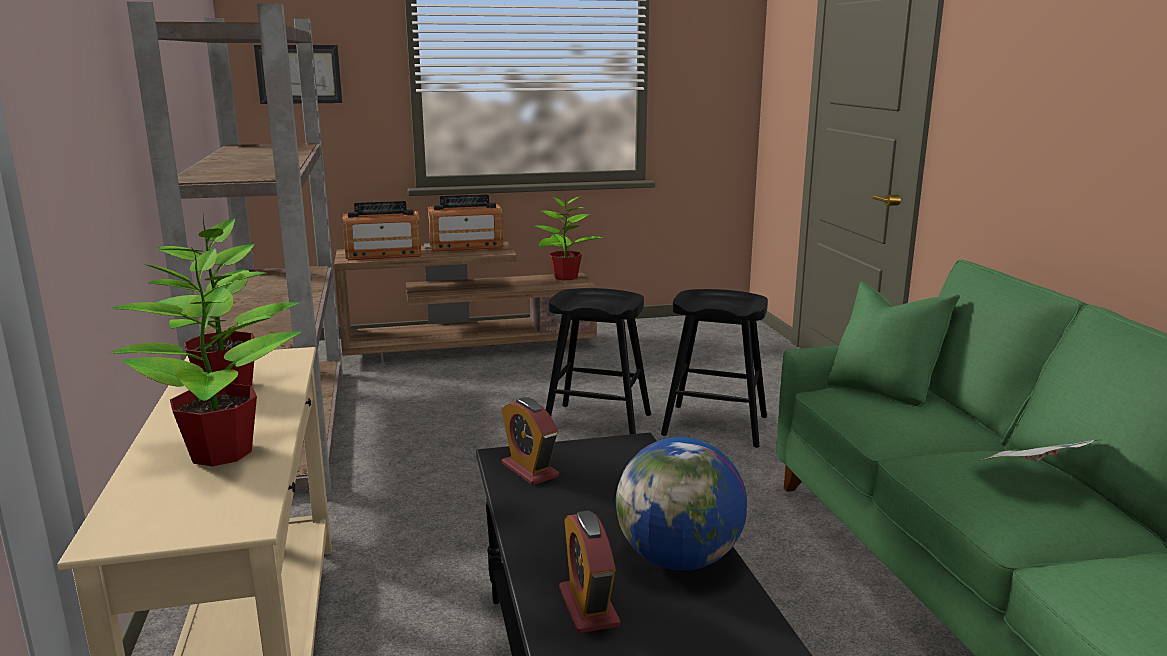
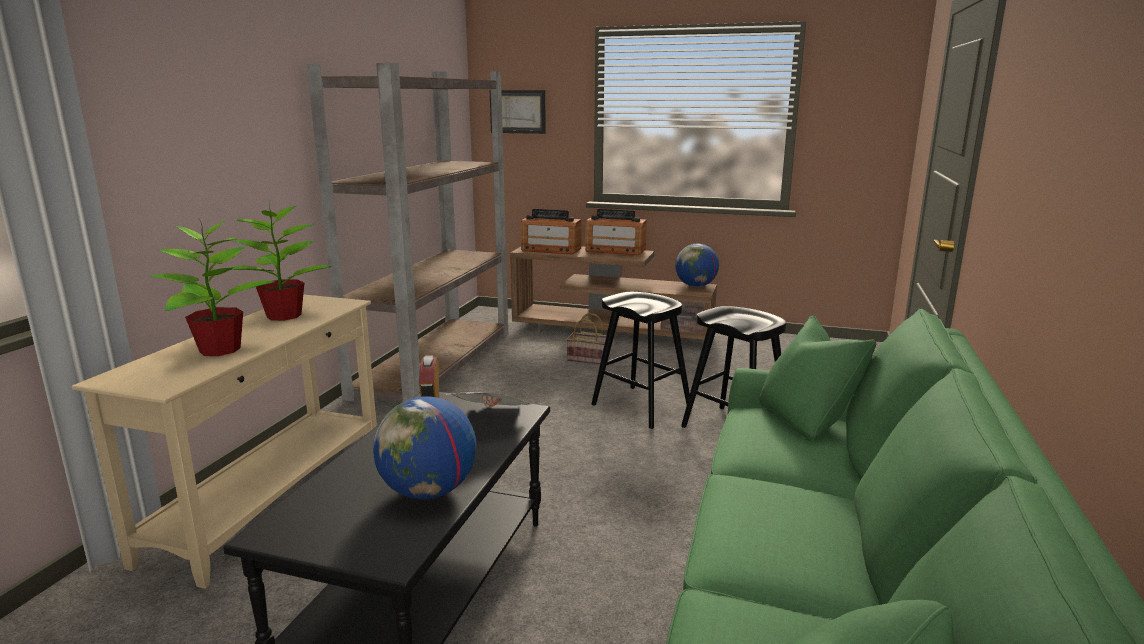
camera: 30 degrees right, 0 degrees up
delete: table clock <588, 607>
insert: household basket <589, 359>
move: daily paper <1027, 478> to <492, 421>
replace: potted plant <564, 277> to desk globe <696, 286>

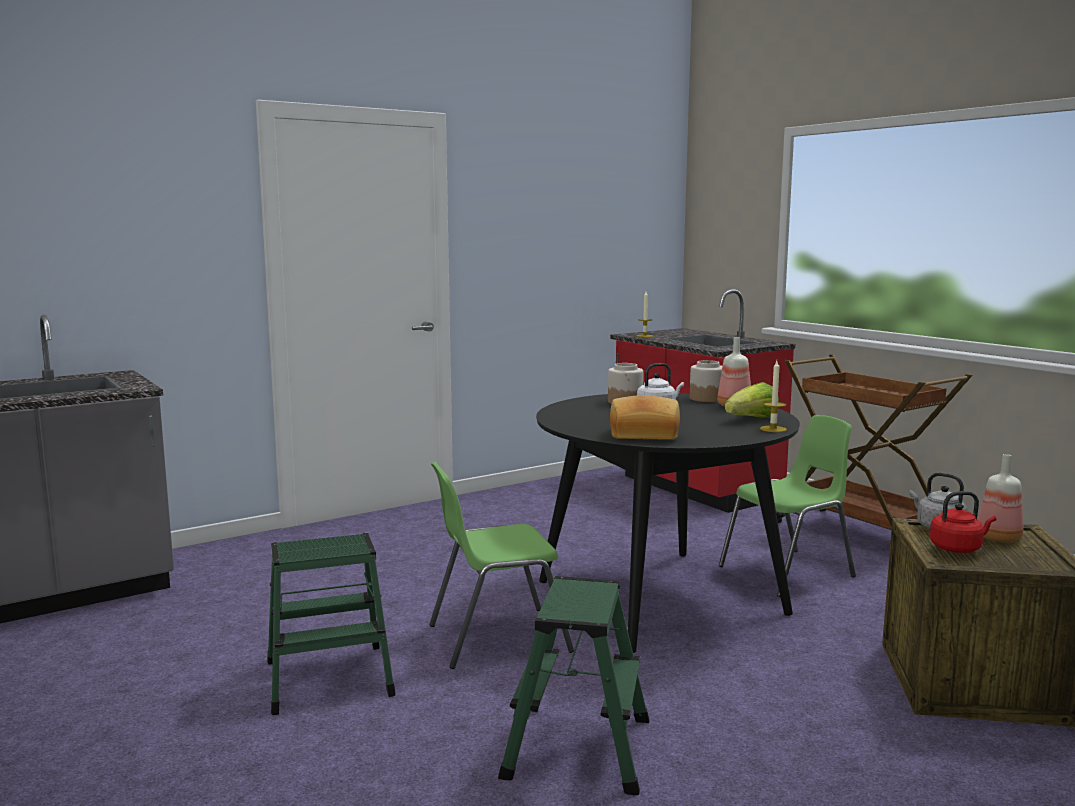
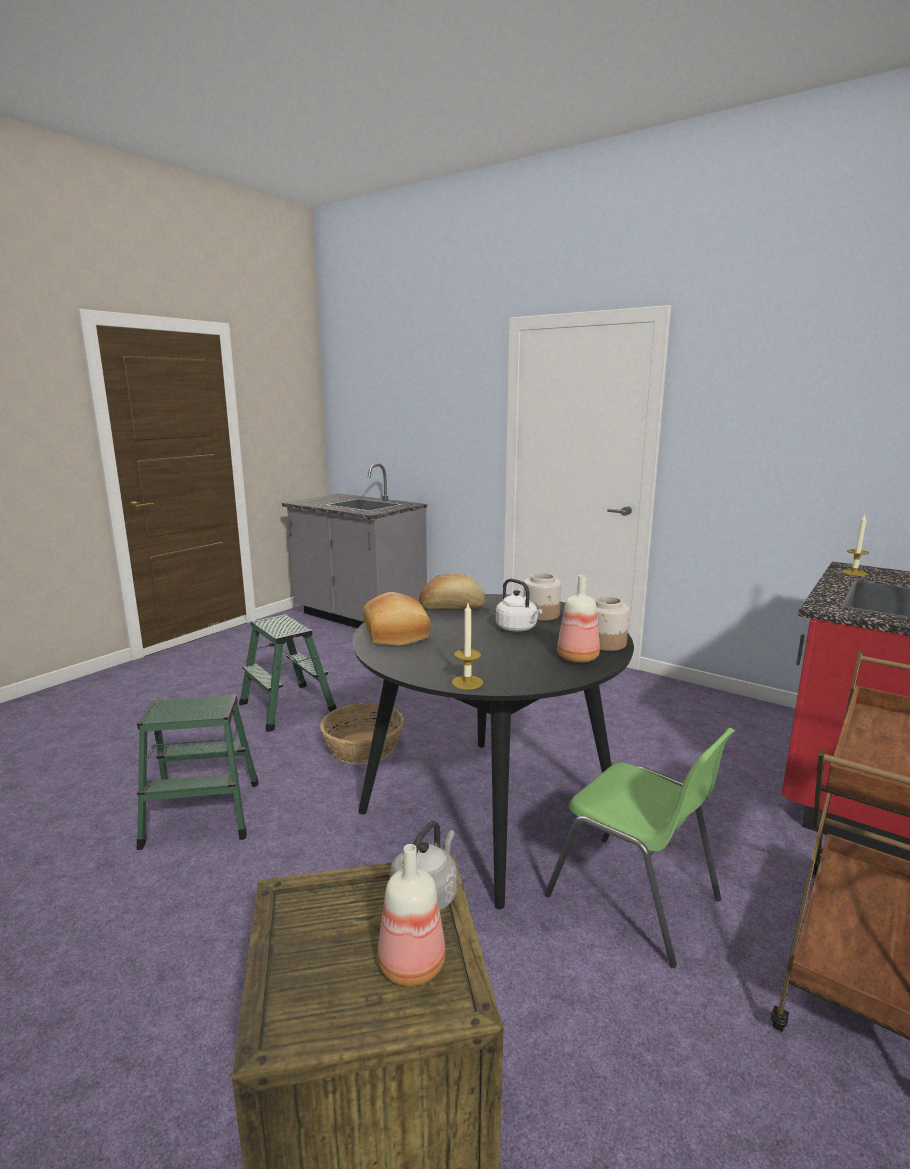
camera: 70 degrees right, 5 degrees up
delete: lettuce head <752, 419>; red-coloured water kettle <958, 548>
insert: bread <452, 608>
replace: green-coloured upright chair <496, 638> to household basket <363, 747>

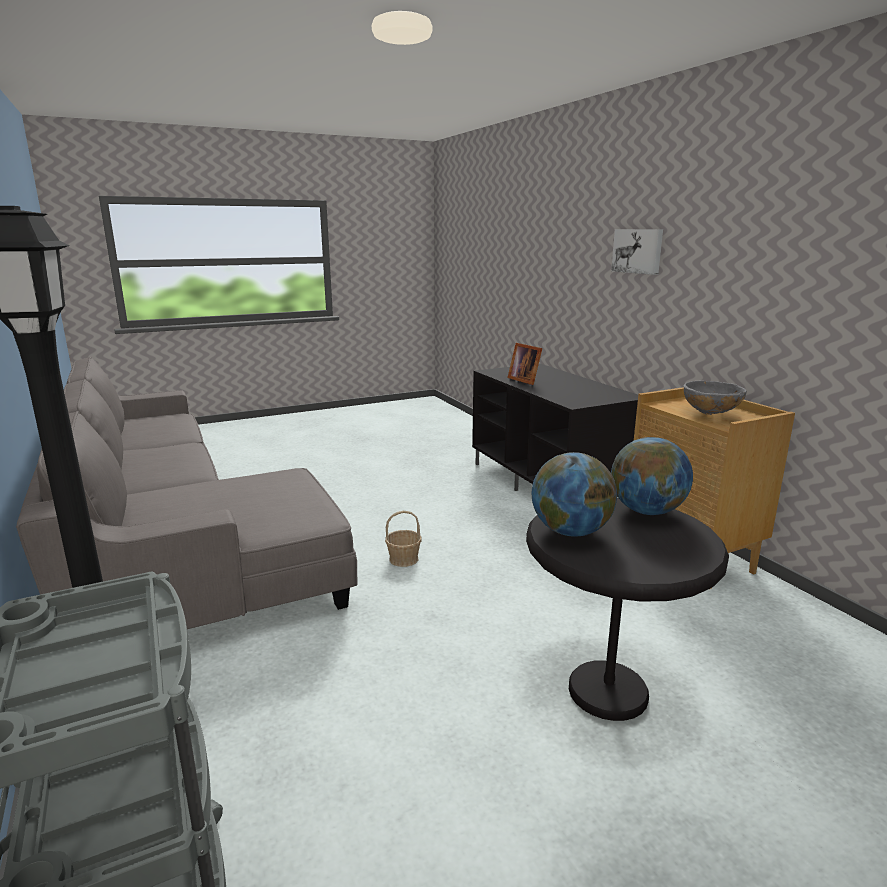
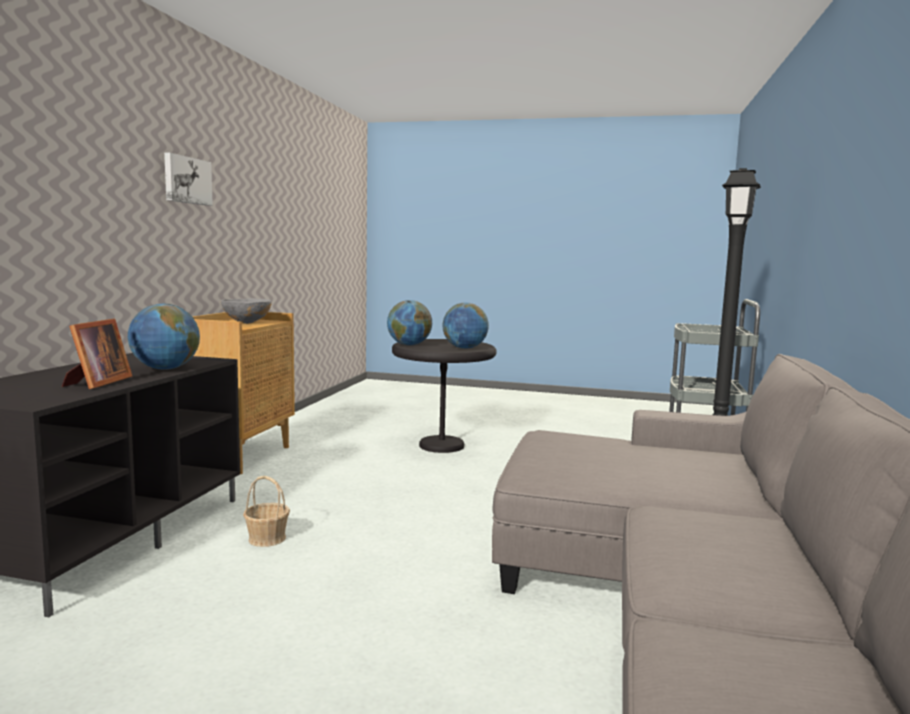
camera: 140 degrees left, 10 degrees down
insert: desk globe <165, 369>
move: wall picture <638, 251> to <186, 180>; household basket <404, 559> to <267, 538>

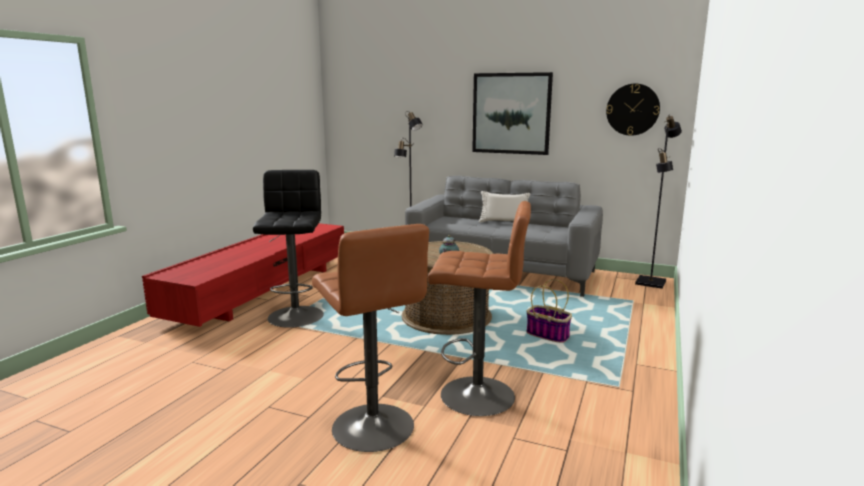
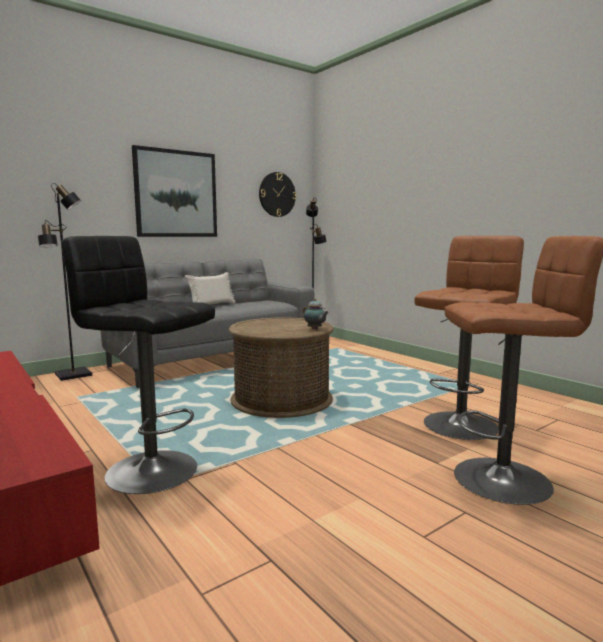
camera: 60 degrees left, 5 degrees down
delete: household basket <548, 335>

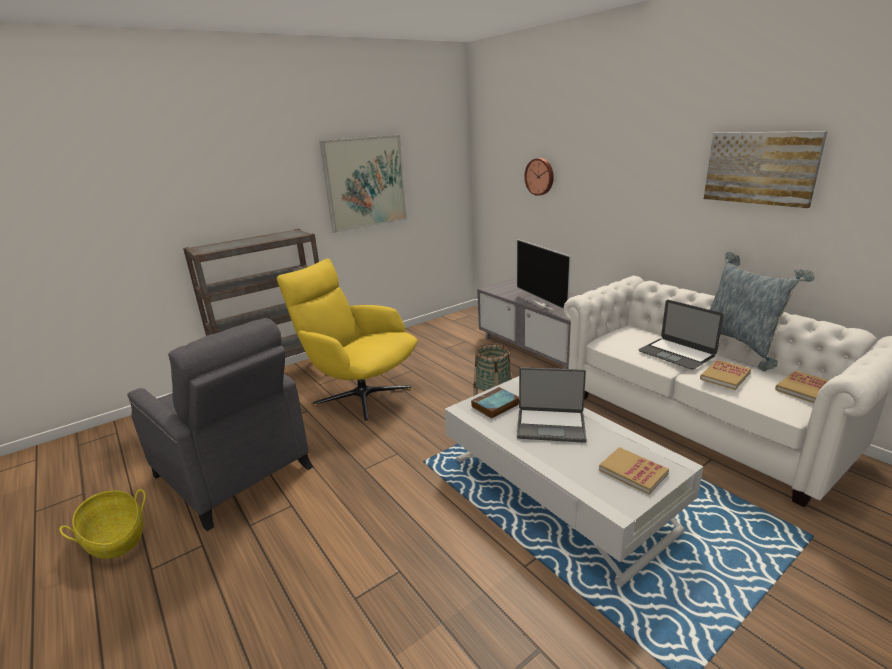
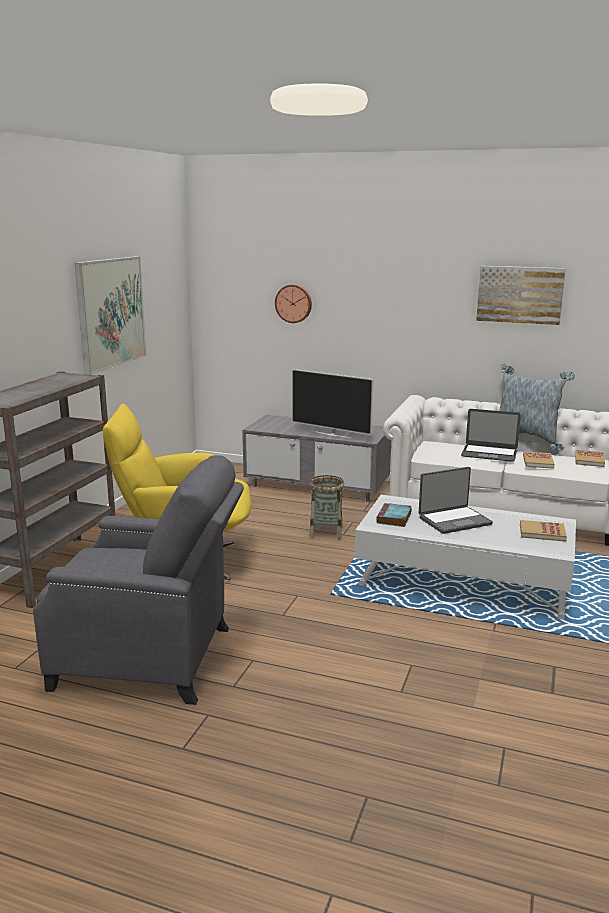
camera: 35 degrees left, 5 degrees down
delete: household basket <115, 539>

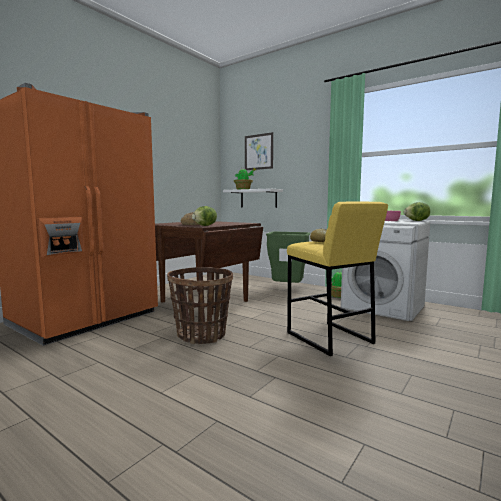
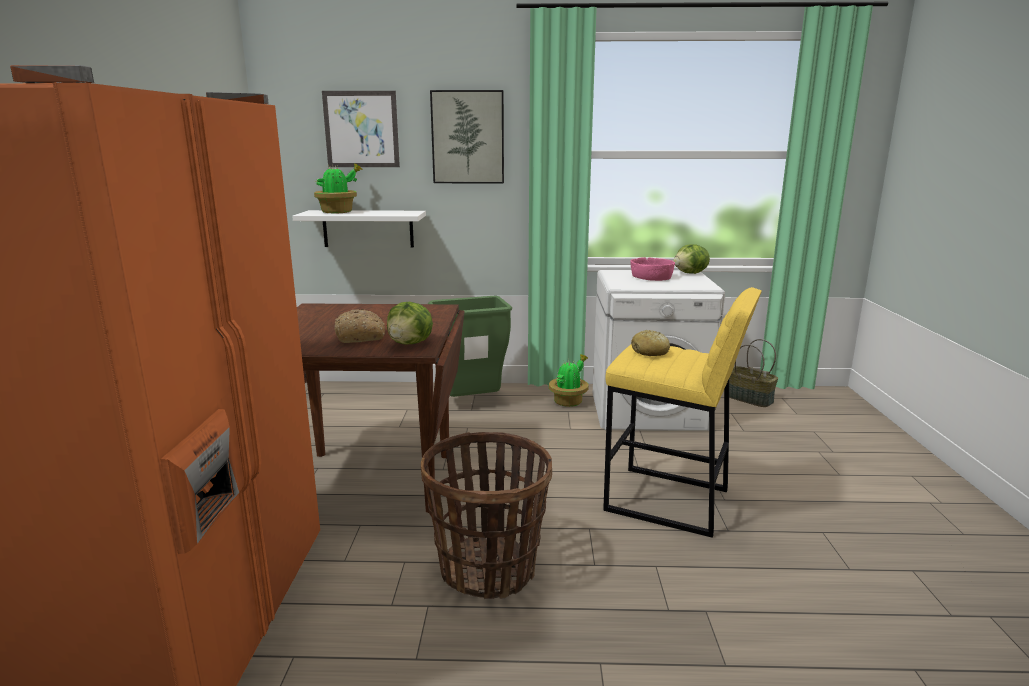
camera: 35 degrees left, 10 degrees up
insert: wall picture <468, 137>; household basket <748, 399>

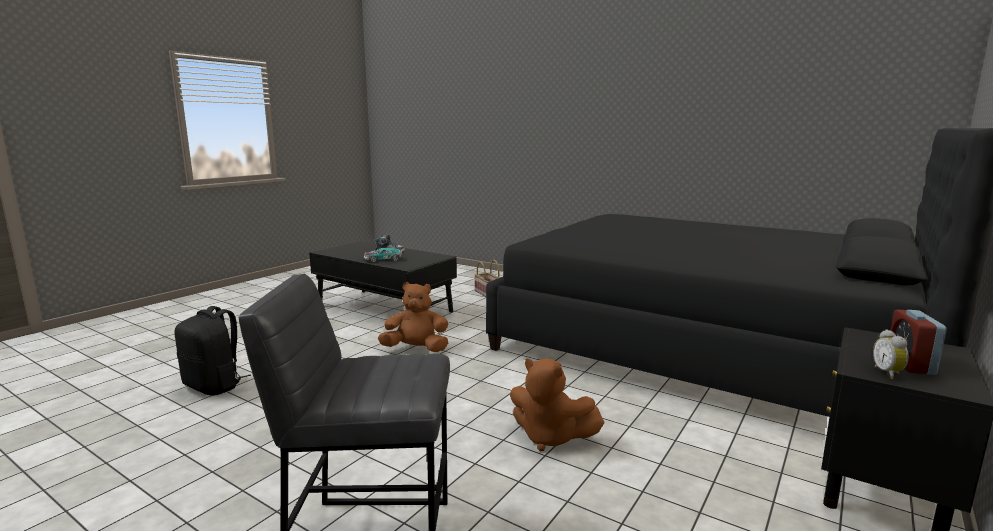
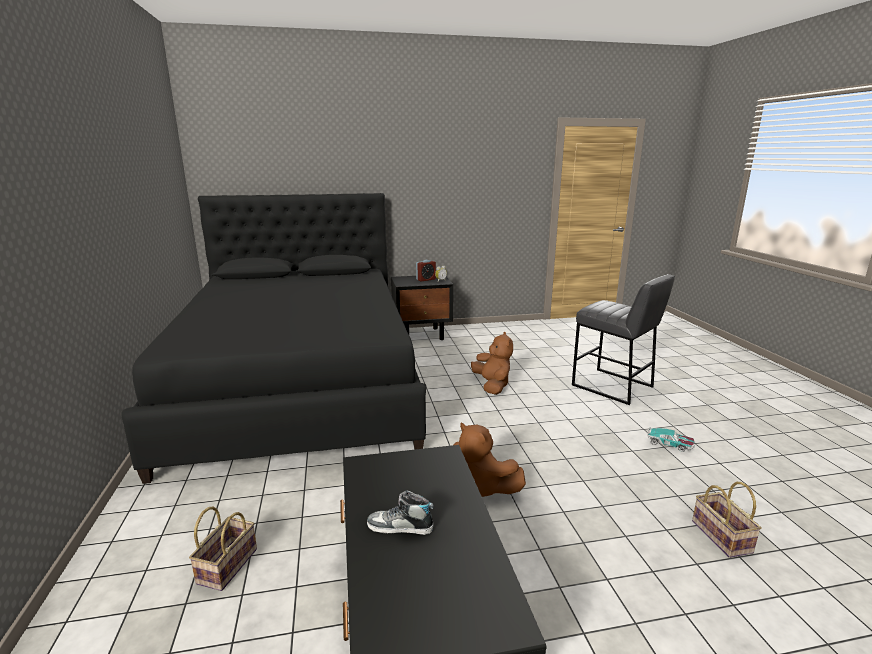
camera: 135 degrees left, 5 degrees up
move: miniature car <383, 260> to <669, 444>
replace: black-coloured knapsack <214, 386> to household basket <719, 536>

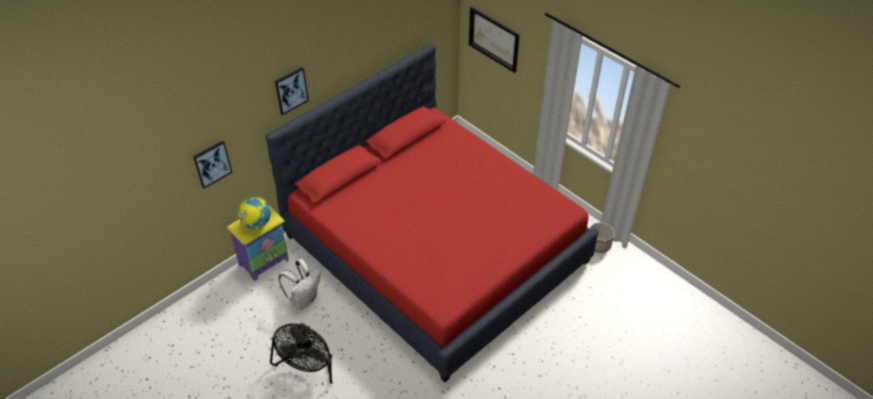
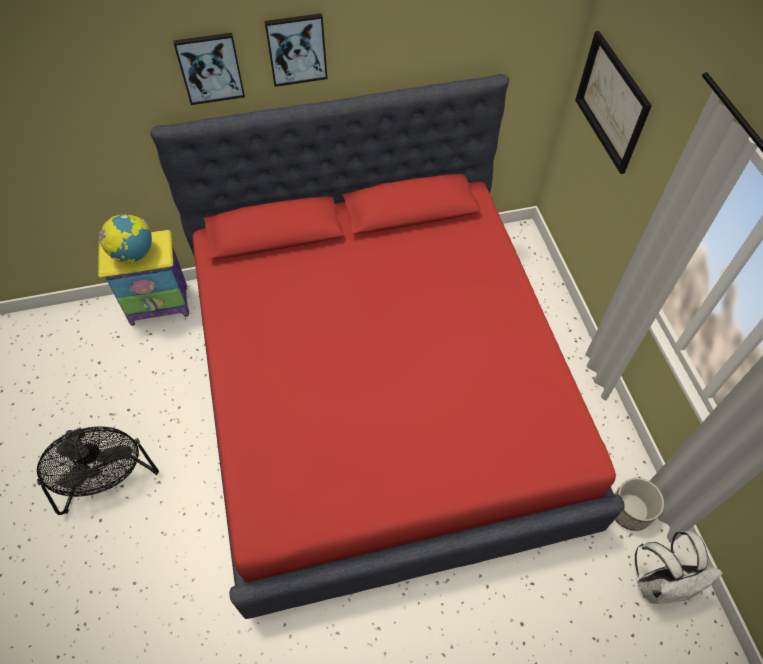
camera: 30 degrees right, 10 degrees up
move: wall picture <212, 163> to <296, 49>; white knapsack <304, 299> to <659, 583>
rotate: black-coloured fan <306, 363> = <104, 477> 75 degrees counterclockwise

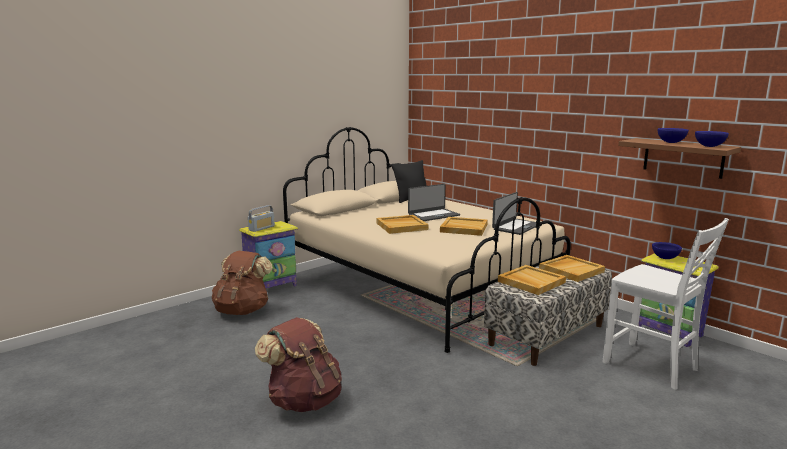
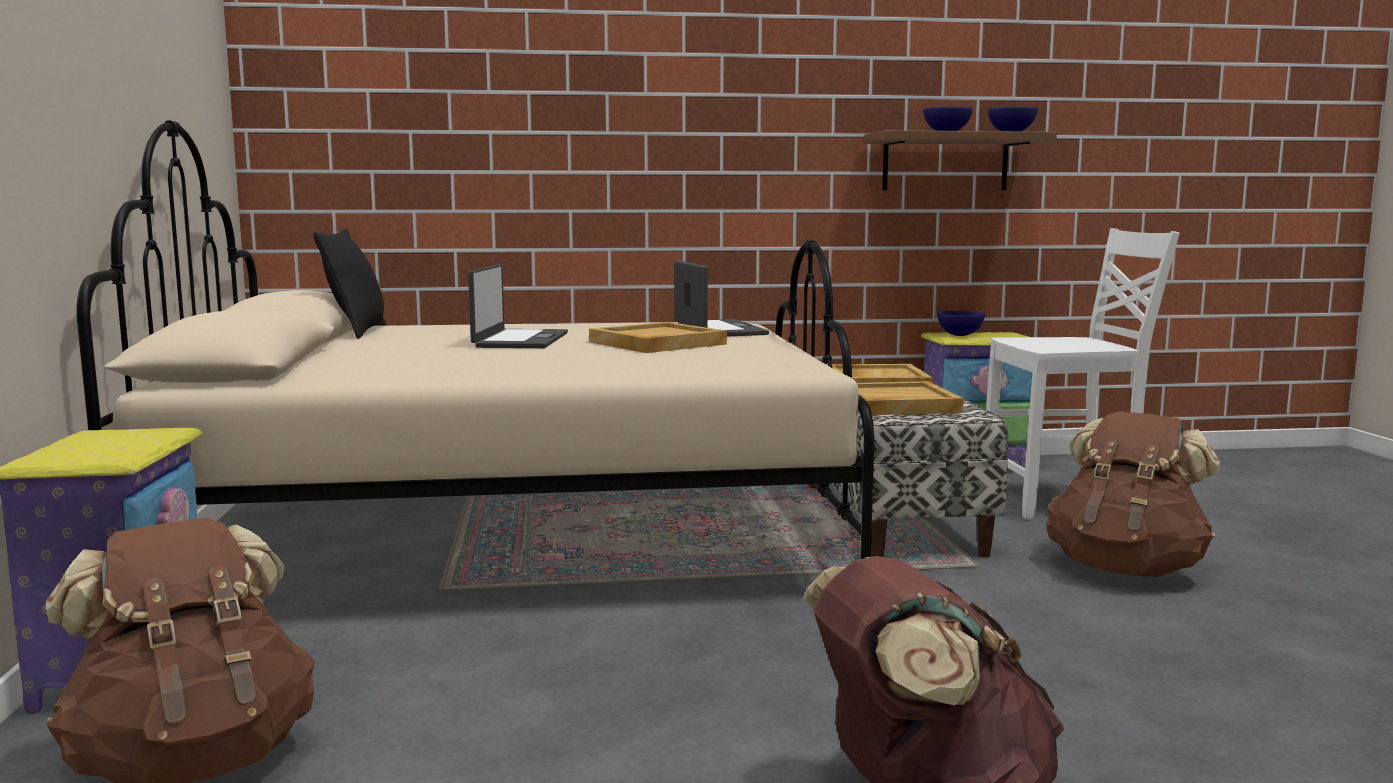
camera: 55 degrees left, 5 degrees down
delete: radio receiver <261, 228>; beige-coloured carrying tray <402, 226>
insert: brown-coloured knapsack <1126, 569>

